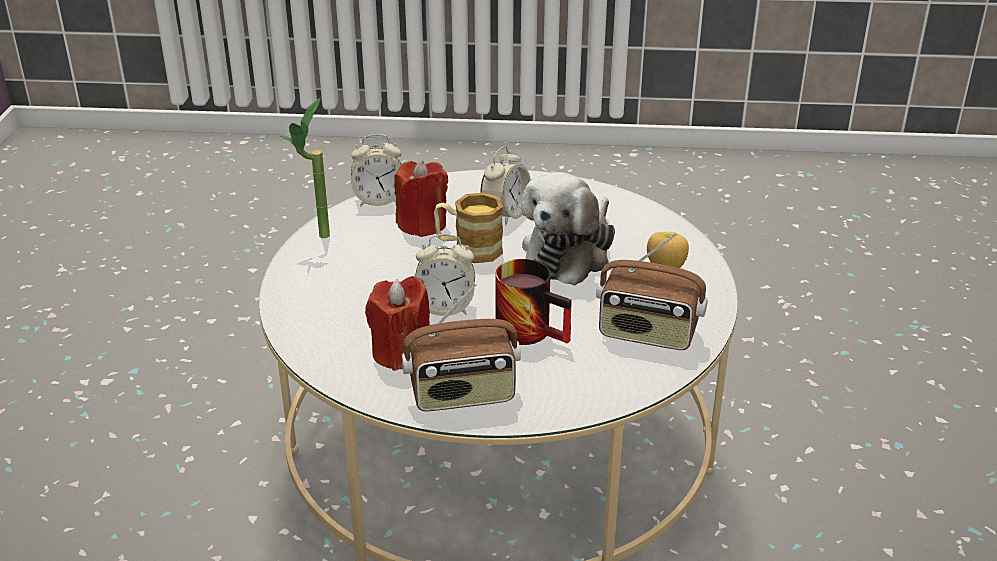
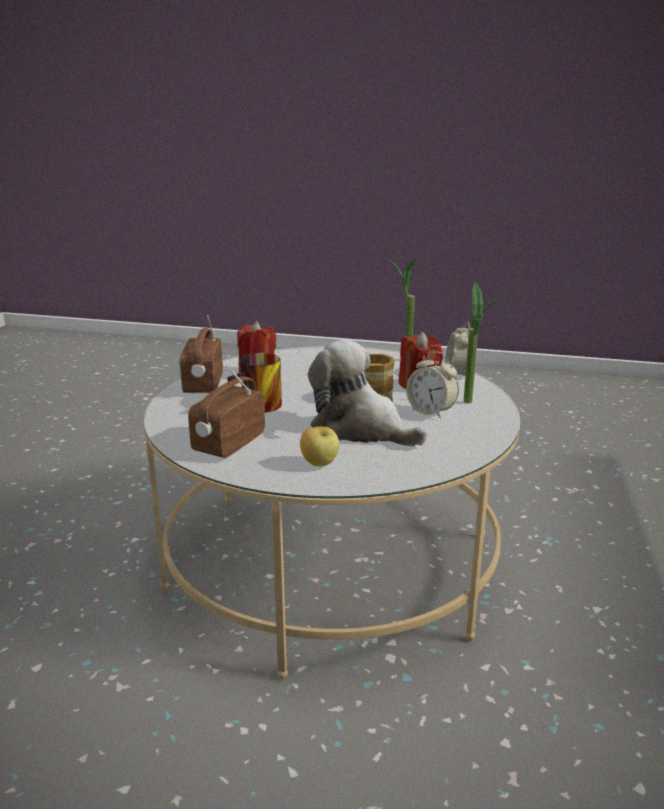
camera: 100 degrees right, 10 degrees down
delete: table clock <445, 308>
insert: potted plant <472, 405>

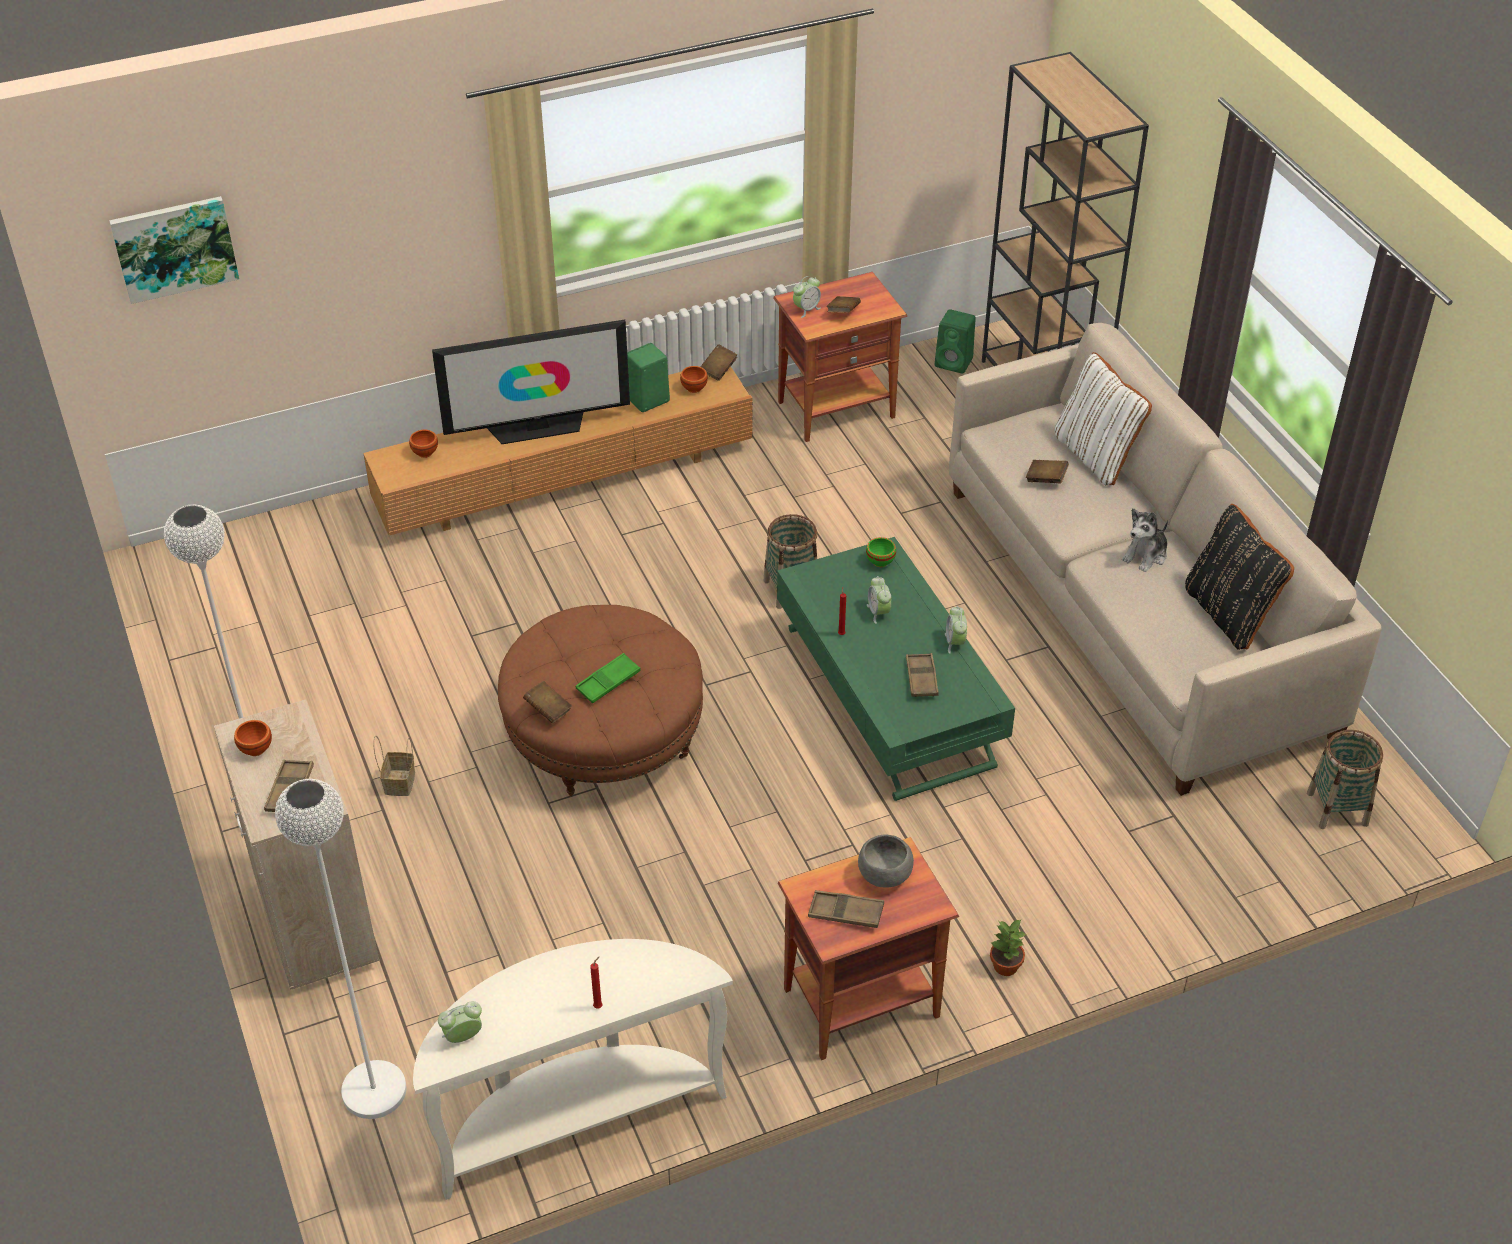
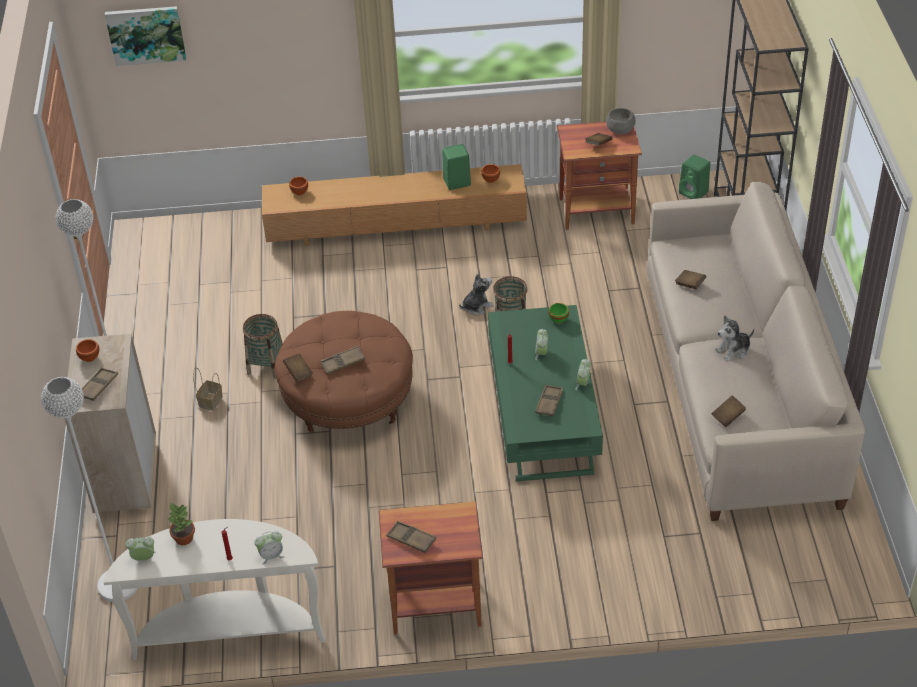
camera: 20 degrees right, 0 degrees up
delete: TV set <537, 427>; white pillow <1096, 455>; black-coloured pillow <1229, 614>
insert: soft toy <476, 307>
move: table clock <806, 309> to <271, 556>; brown-coloured book <718, 370> to <728, 416>; household basket <1337, 808> to <266, 365>; grey serving bowl <884, 875> to <620, 130>; potted plant <1005, 966> to <183, 538>
recolor: green-coloured carrying tray <608, 682> to brown-coloured carrying tray <342, 362>

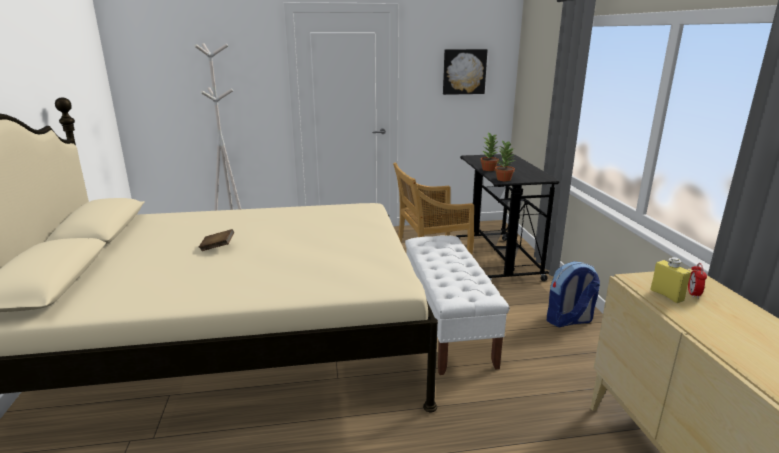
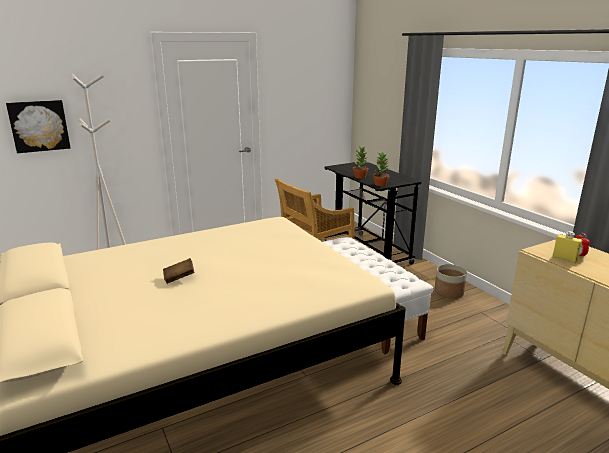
camera: 20 degrees left, 0 degrees up
move: wall picture <464, 71> to <39, 126>
replace: knapsack <568, 321> to planter <449, 292>

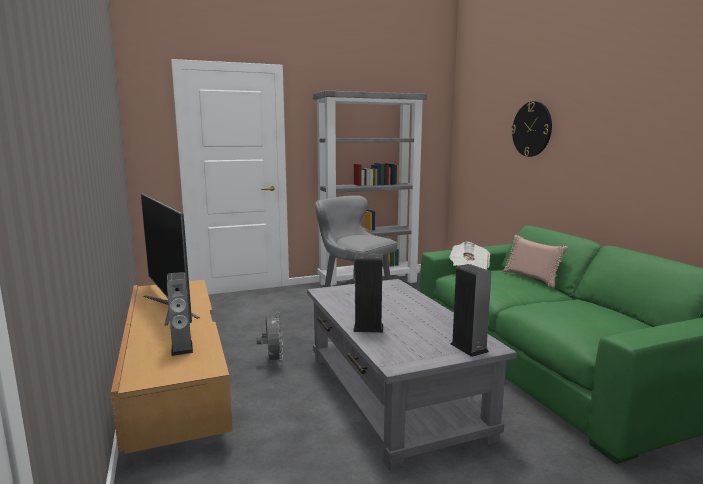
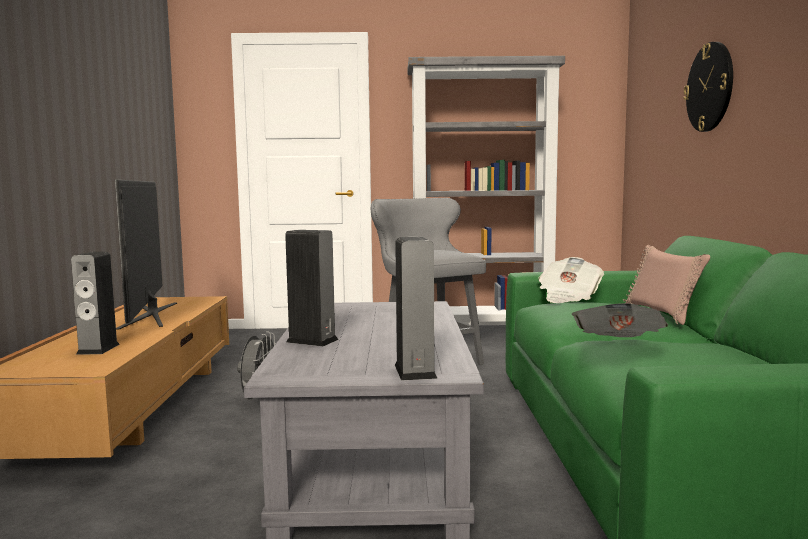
camera: 20 degrees right, 5 degrees down
insert: daily paper <618, 347>

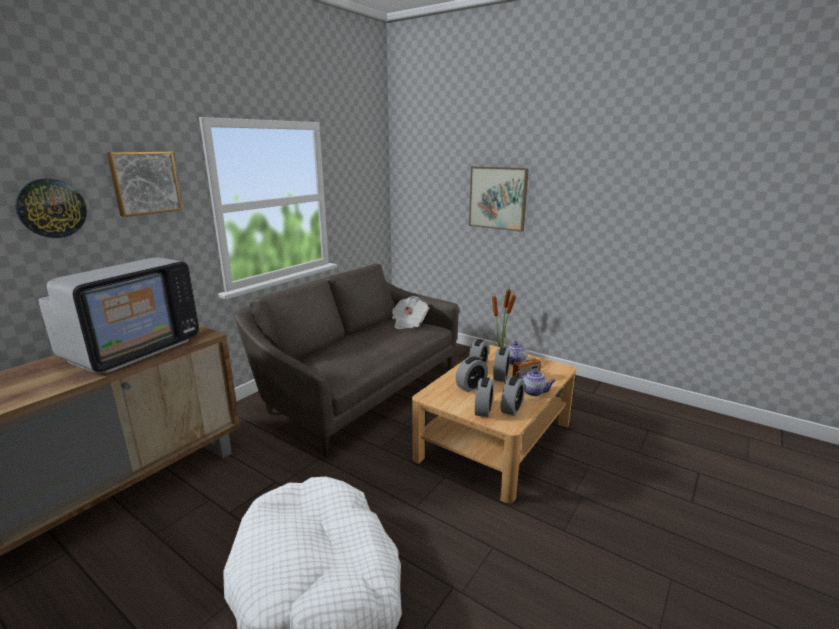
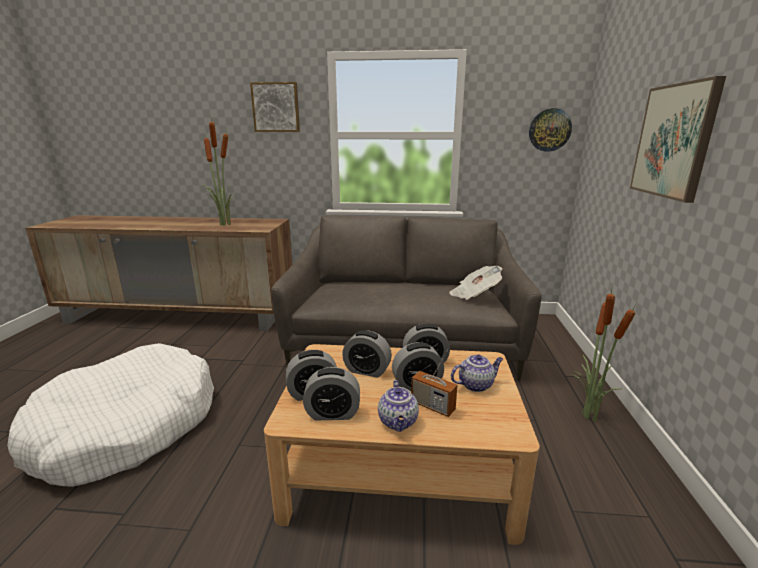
camera: 60 degrees right, 0 degrees up
move: hanging clock <51, 208> to <549, 130>
replace: TV set <133, 349> to potted plant <224, 224>

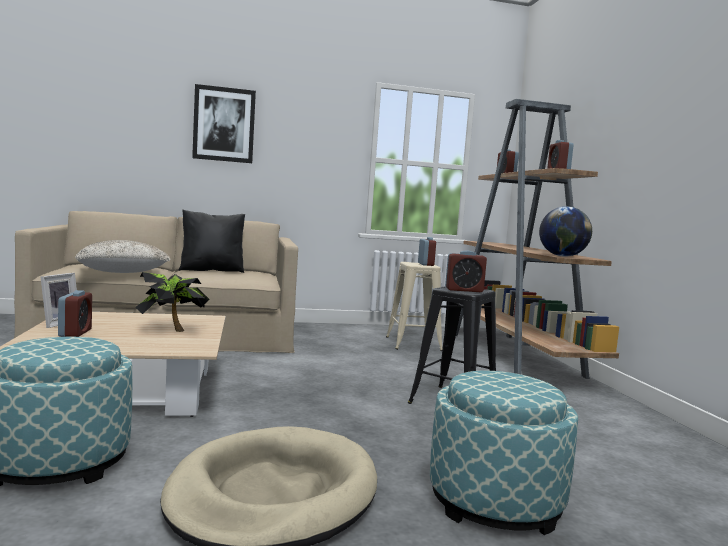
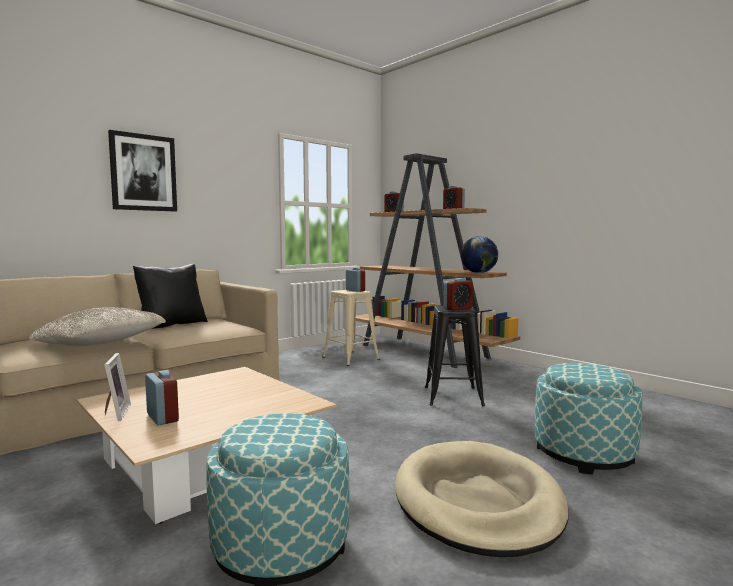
camera: 30 degrees left, 0 degrees up
delete: potted plant <172, 329>

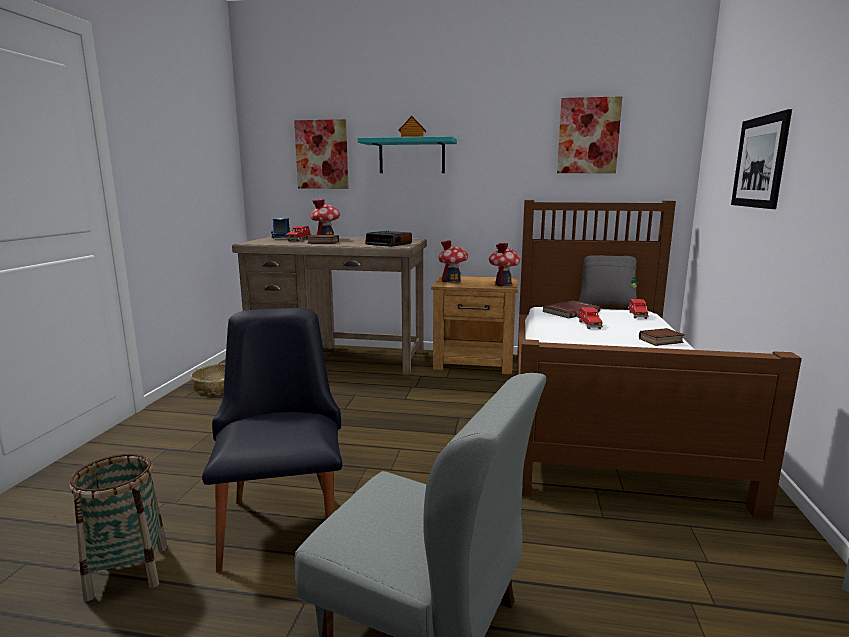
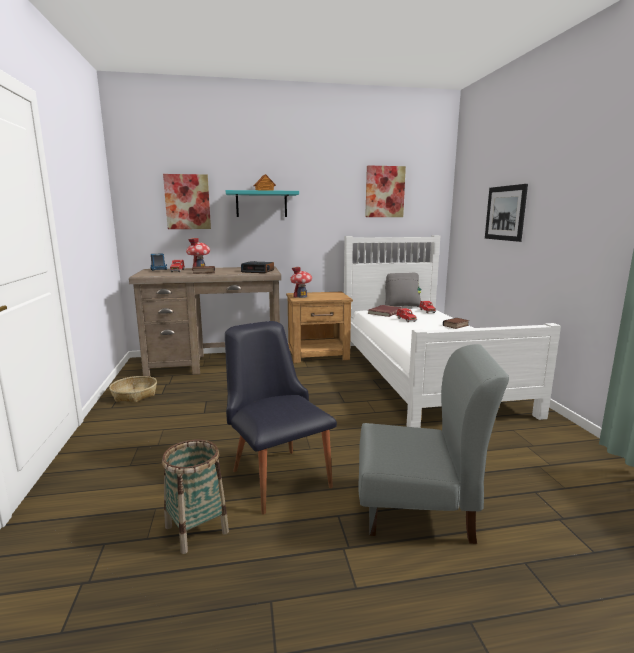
camera: 20 degrees left, 0 degrees up
delete: model house <503, 284>
recolor: brown-coloured sleeping bed <603, 410> to white sleeping bed <422, 374>

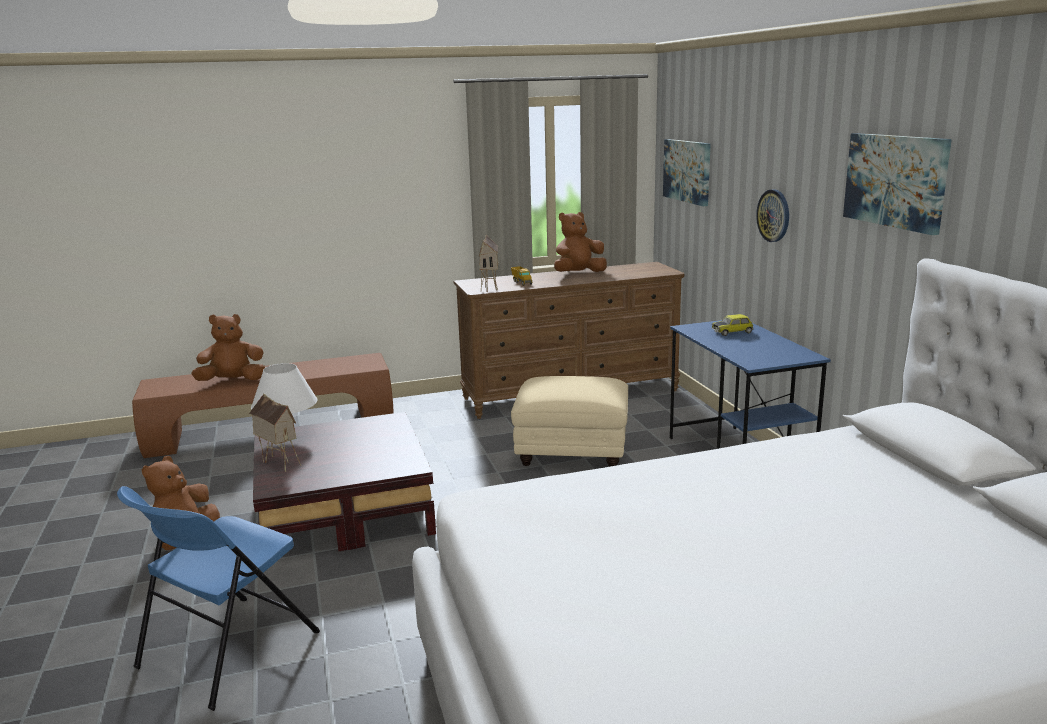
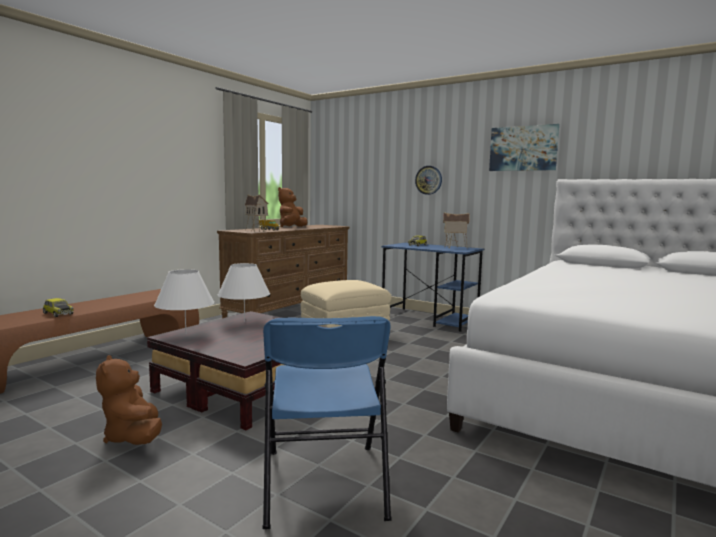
camera: 40 degrees left, 10 degrees down
delete: wall picture <687, 171>
insert: white tabletop lamp <244, 321>
move: model house <278, 463> to <455, 247>
replace: brown-coloured soft toy <232, 381> to miniature car <57, 314>

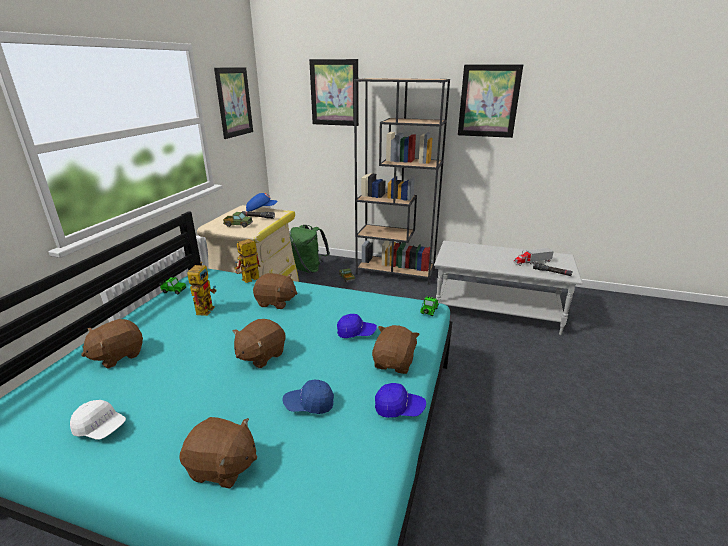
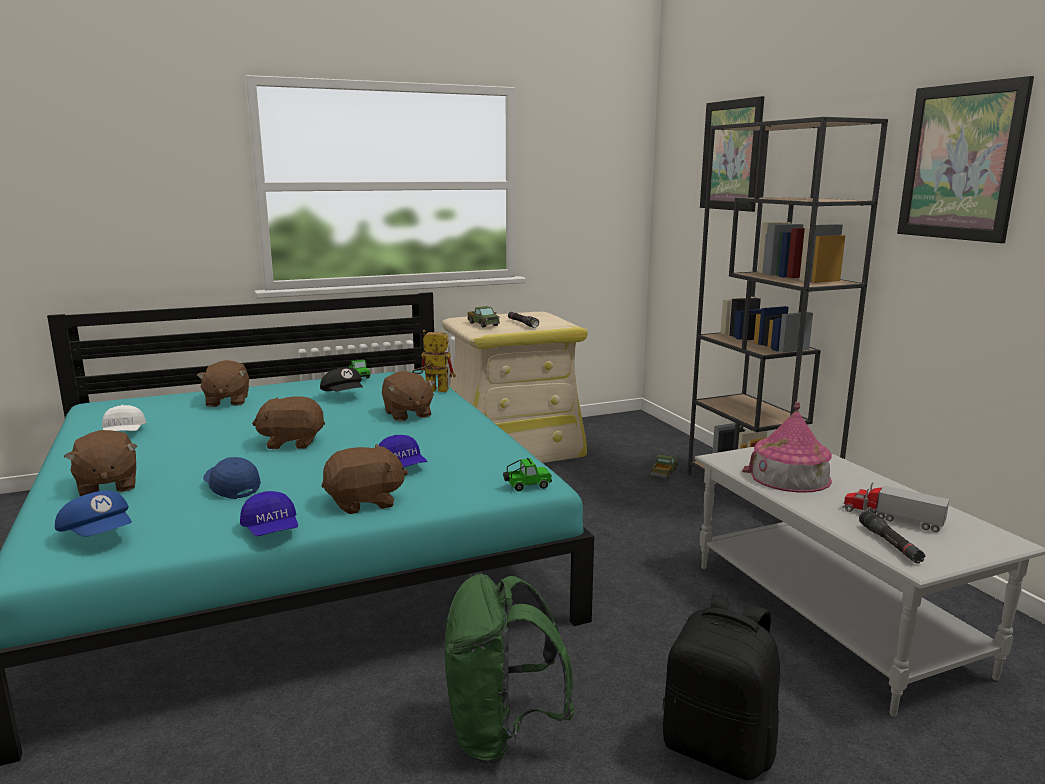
camera: 50 degrees right, 10 degrees down
delete: wall picture <234, 102>
insert: model house <789, 476>; black-coloured knapsack <718, 748>
move: bluish cap <261, 209> to <99, 535>; green-coloured knapsack <309, 269> to <501, 733>
replace: toy robot <205, 308> to black-coloured cap <344, 395>
rotate: brown-coloured soft toy <118, 355> = <227, 401> 105 degrees counterclockwise

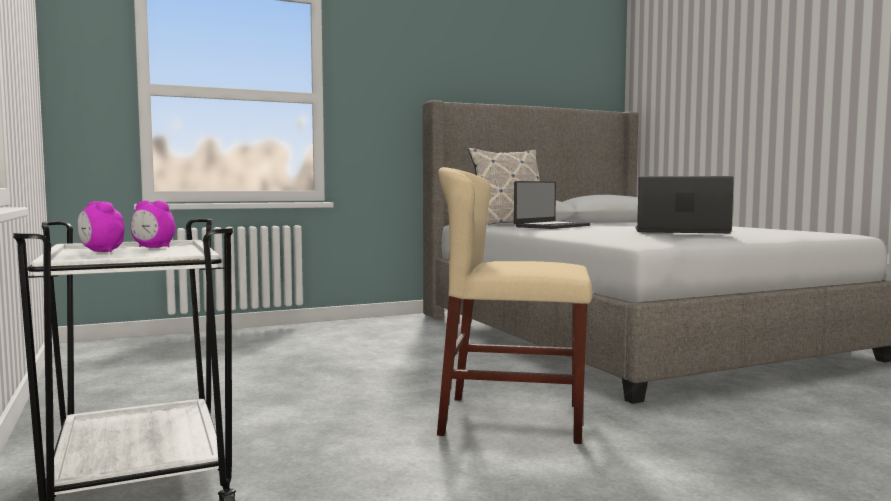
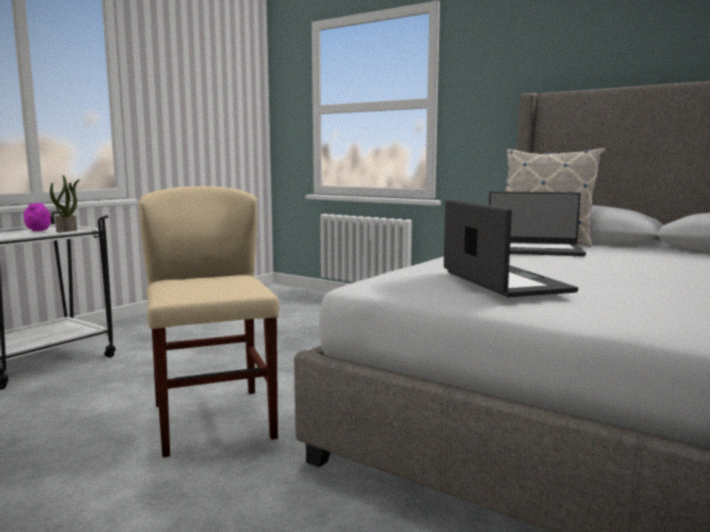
camera: 60 degrees right, 5 degrees up
replace: table clock <153, 247> to potted plant <67, 231>

